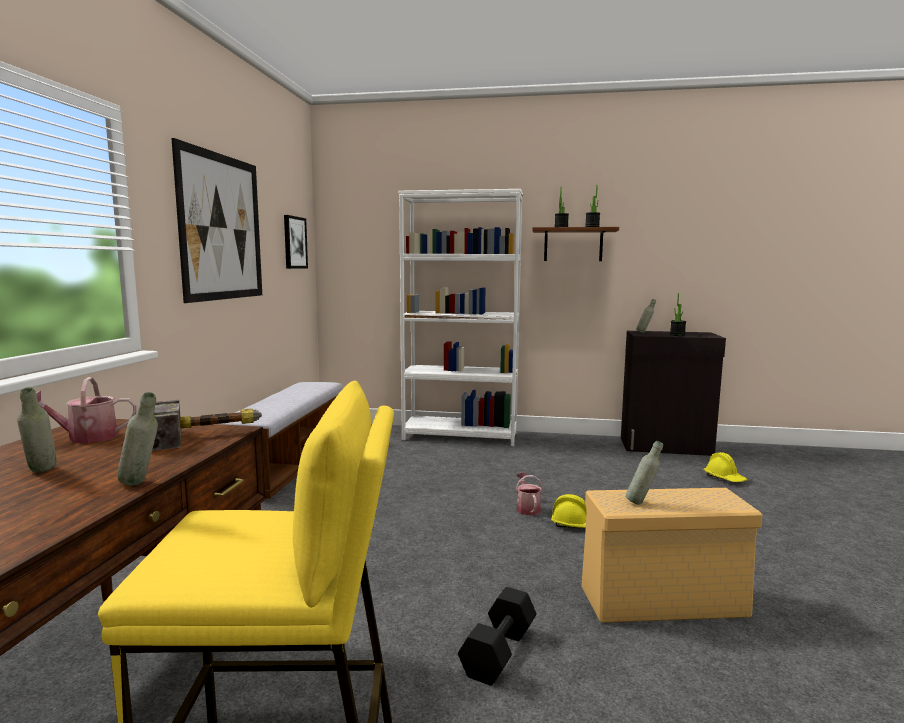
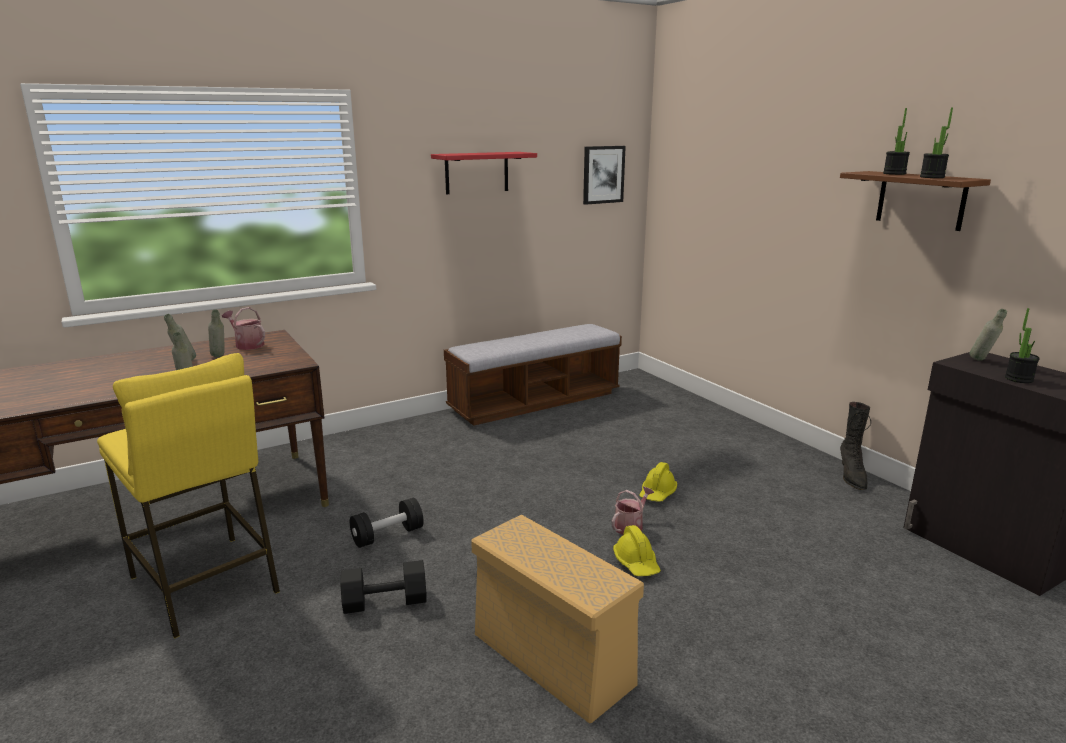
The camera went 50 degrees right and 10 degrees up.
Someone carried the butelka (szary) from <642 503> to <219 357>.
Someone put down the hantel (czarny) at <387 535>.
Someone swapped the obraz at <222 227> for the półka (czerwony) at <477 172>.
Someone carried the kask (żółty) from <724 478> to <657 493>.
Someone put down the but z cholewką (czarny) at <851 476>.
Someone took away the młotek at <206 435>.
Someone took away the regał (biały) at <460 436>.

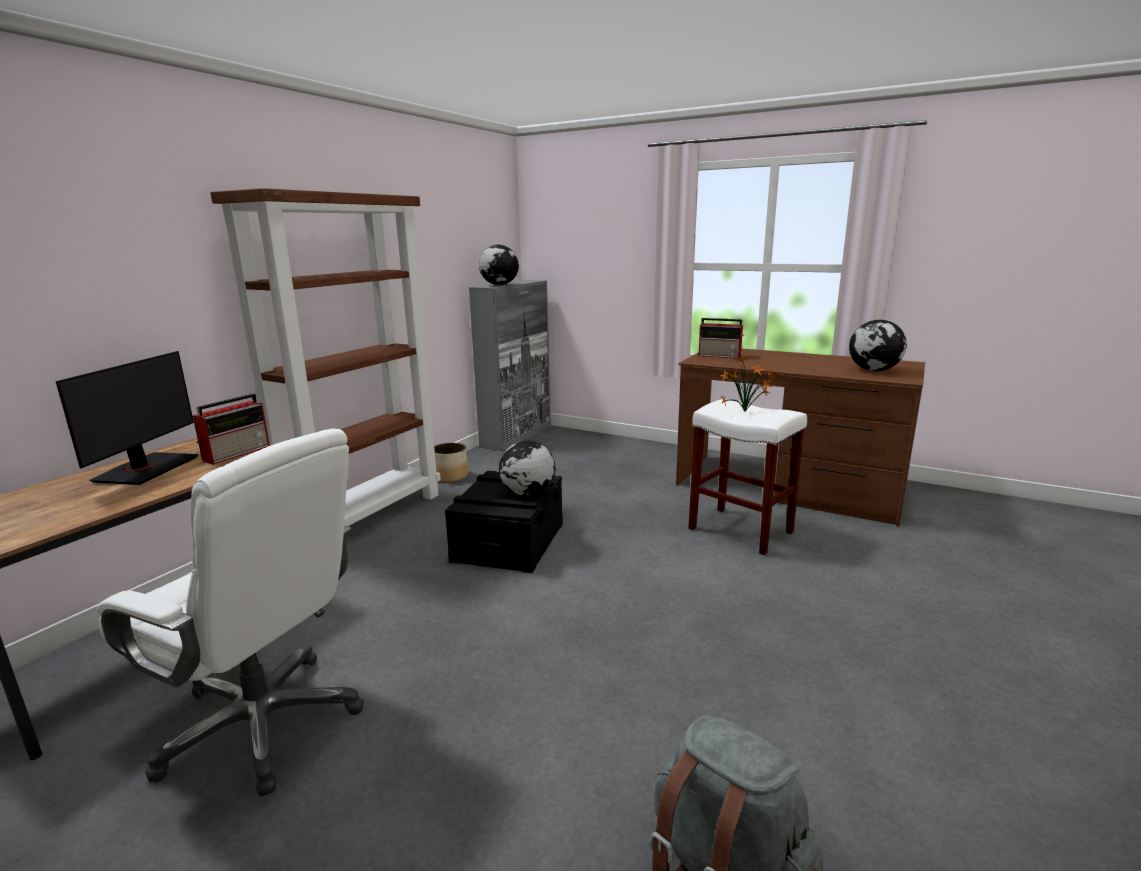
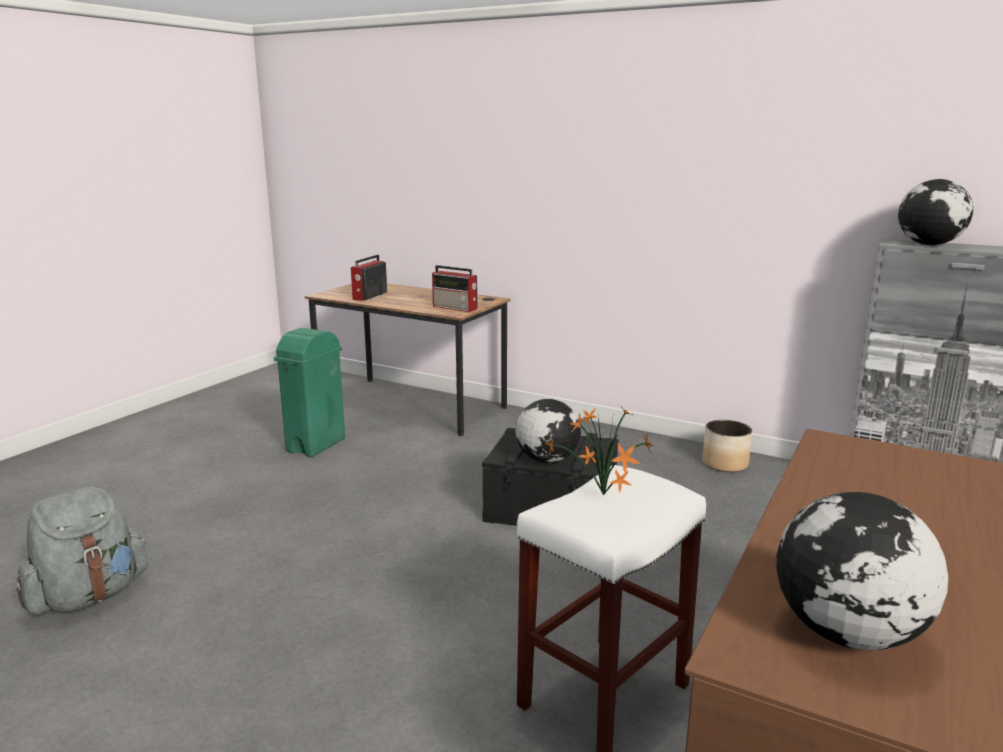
The camera went 90 degrees right and 0 degrees up.
Someone swapped the krzesło biurowe (biały) at <264 723> for the kosz na śmieci (zielony) at <315 445>.
Someone carried the radio from <720 356> to <369 296>.
Someone took away the monitor at <146 469>.
Someone took away the regał (brązowy) at <367 517>.

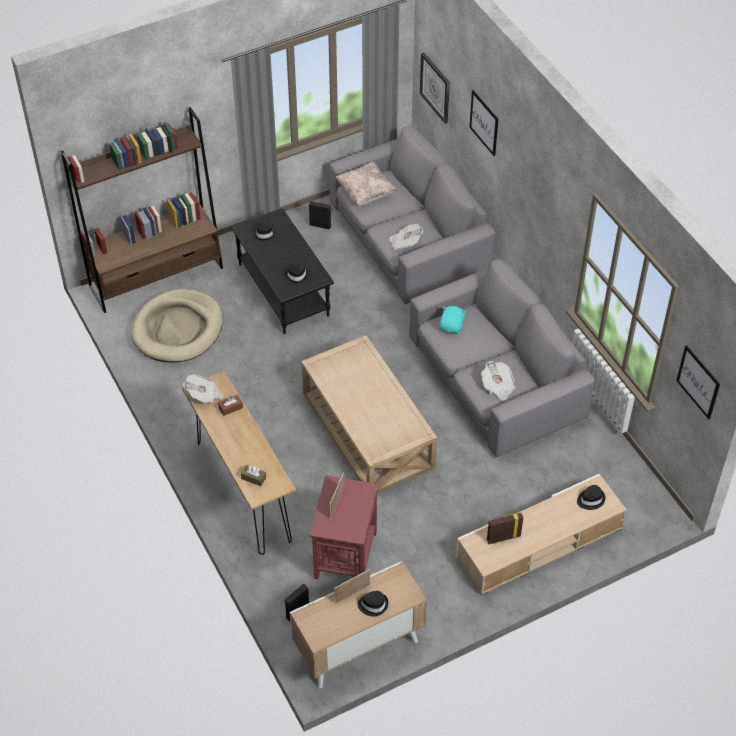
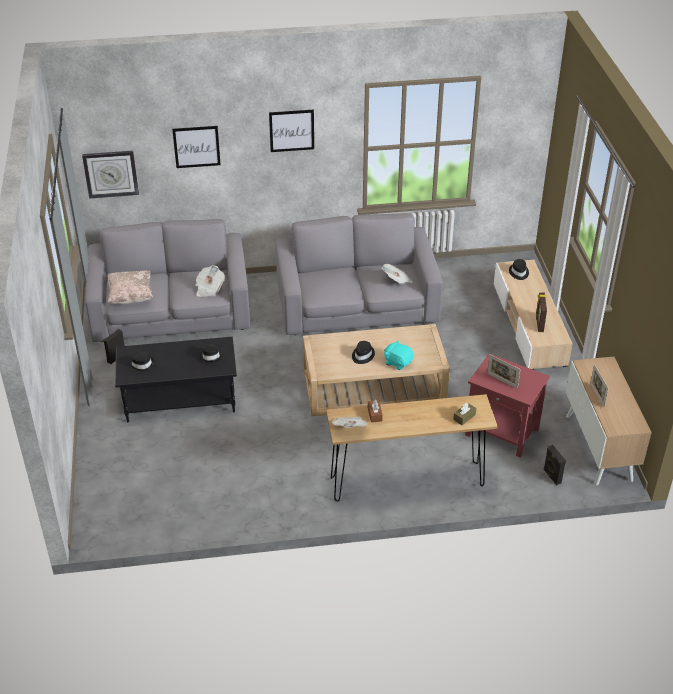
The camera went 70 degrees left and 10 degrees down.
Someone carried the obraz from <698 382> to <291 130>.
Someone carried the kapelusz (czarny) from <373 604> to <362 355>.
Someone carried the pluszak (turkusowy) from <452 326> to <398 362>.
Someone took away the regał (brązowy) at <157 277>.
Someone took away the legowisko (beżowy) at <178 329>.

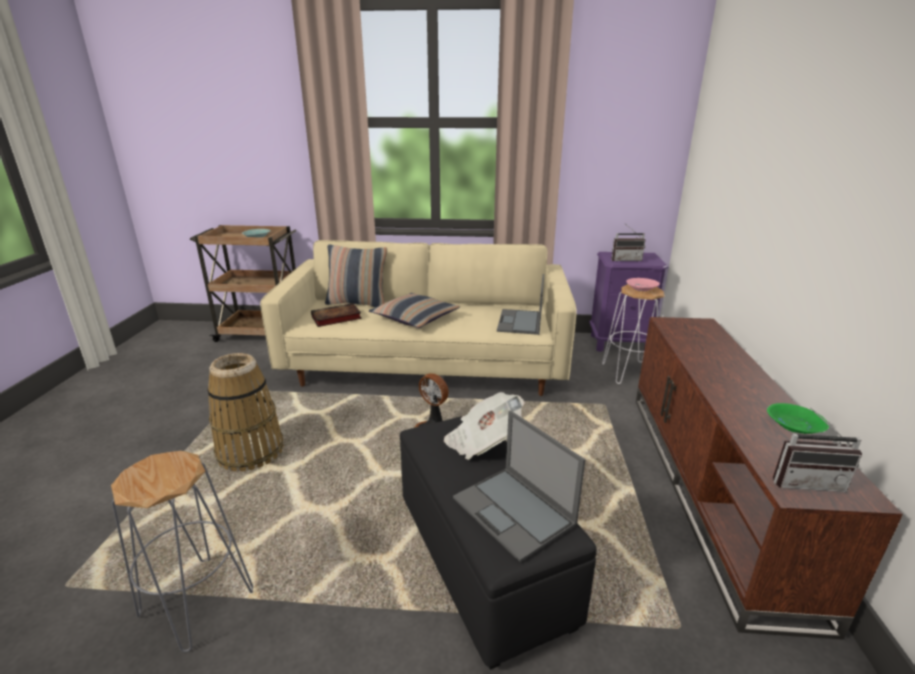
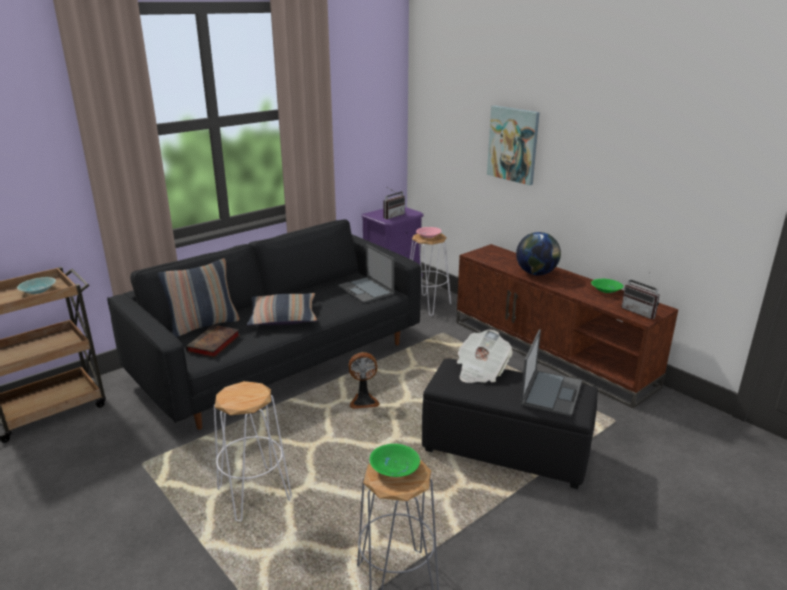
The camera went 45 degrees left and 0 degrees up.
Someone repainted the kanapa (beżowy) at <427 363>, which became the kanapa (czarny) at <280 360>.
Someone swapped the koszyk at <250 452> for the stołek (biały) at <254 494>.
Someone put down the miska (zielony) at <394 467>.
Someone put up the obraz at <513 144>.
Someone put down the globus at <536 273>.
Someone rotated the laptop at <514 511> by 75 degrees counterclockwise.
Someone rotated the radio at <805 481> by 90 degrees clockwise.

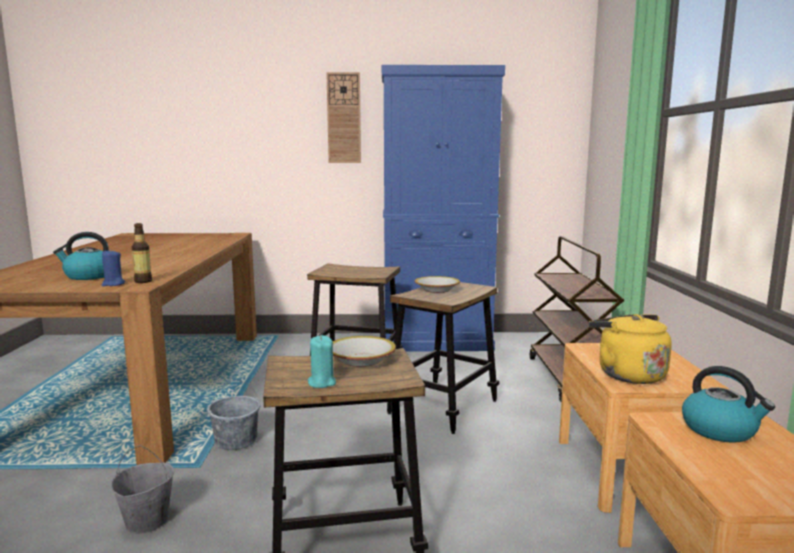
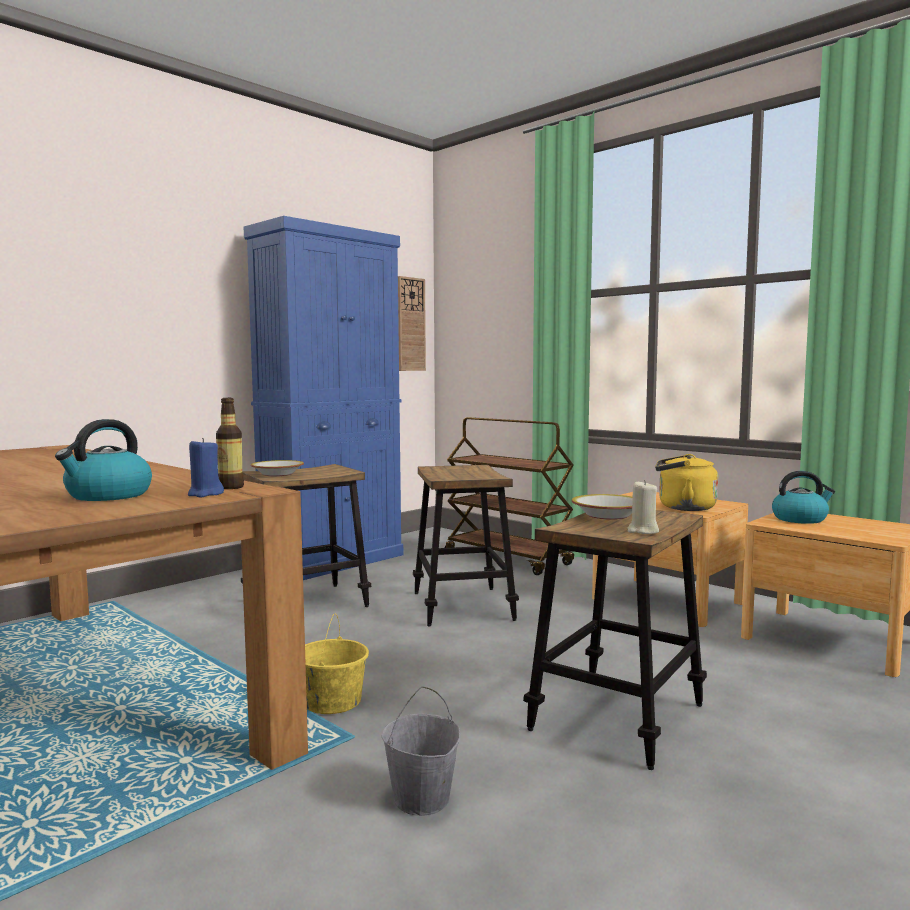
The camera went 45 degrees left and 5 degrees down.
Someone carried the miska from <436 290> to <277 474>.
Someone repainted the wiadro (szary) at <236 440>, which became the wiadro (żółty) at <332 701>.
Someone carried the zegar ścienny from <344 118> to <411 324>.
Someone repainted the świeca (turkusowy) at <321 383>, which became the świeca (beżowy) at <643 531>.

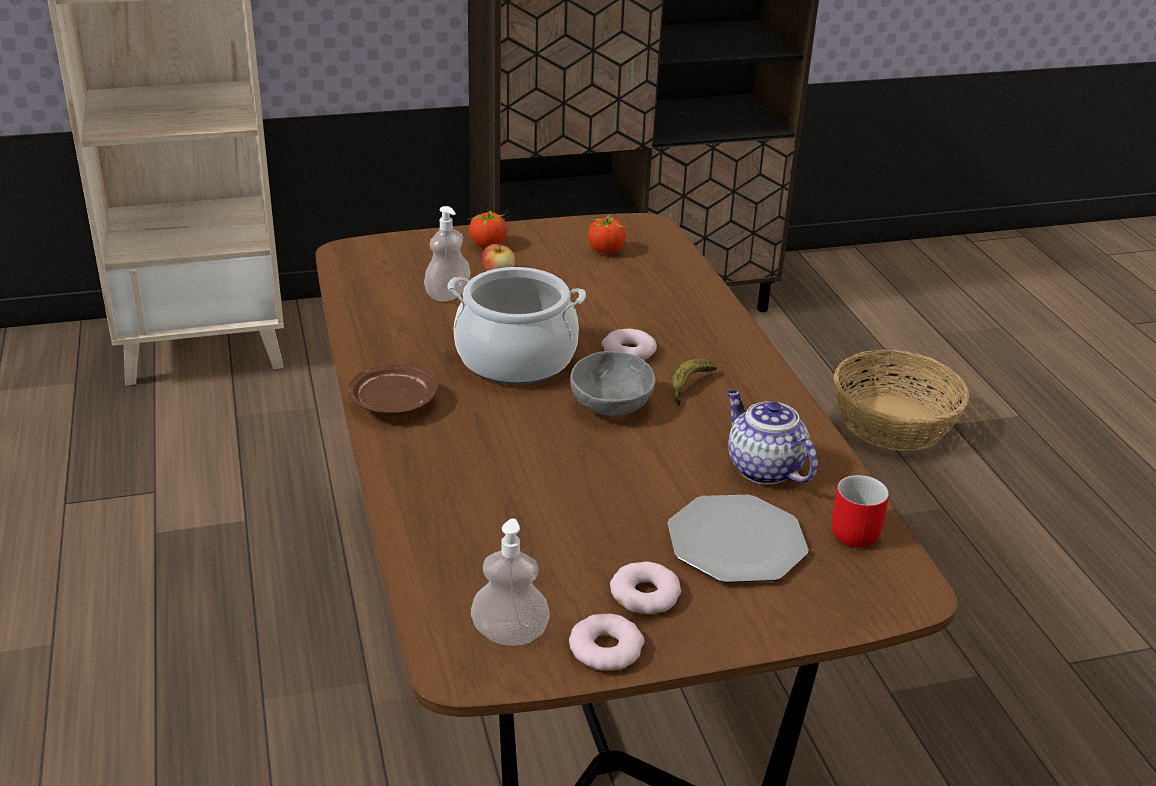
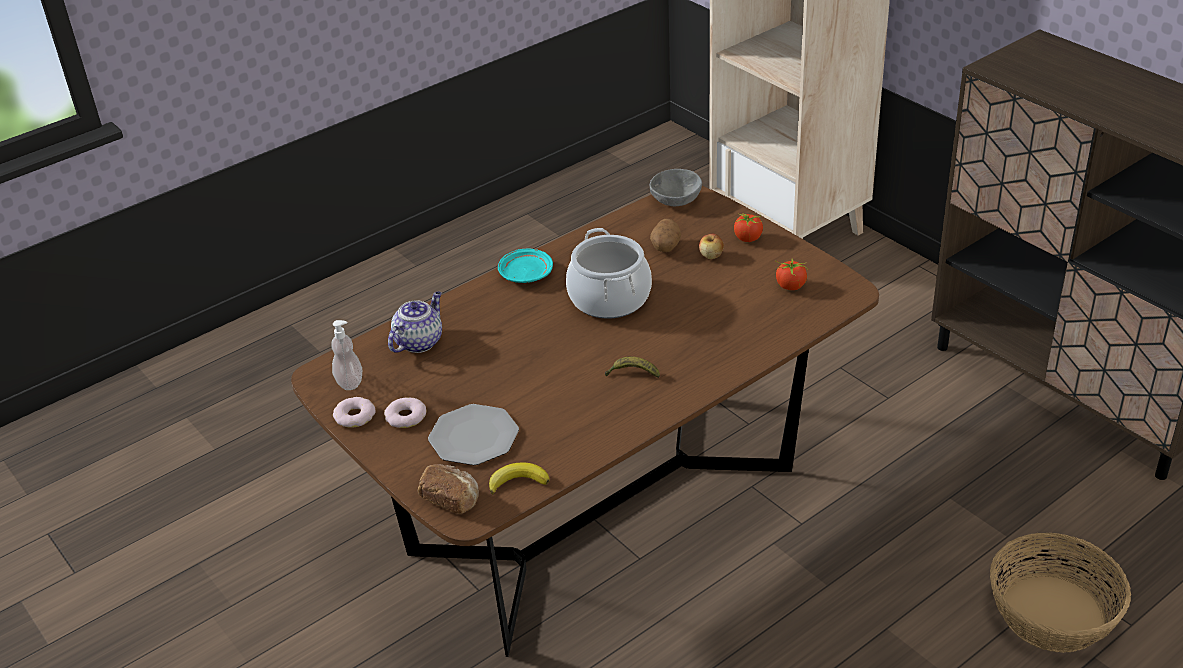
The camera went 70 degrees right and 5 degrees up.
Someone carried the imbryk from <762 468> to <419 341>.
Someone put down the chleb at <451 498>.
Someone swapped the kubek (czerwony) at <854 528> for the banan at <518 481>.
Someone repainted the talerz (brązowy) at <392 403>, which became the talerz (turkusowy) at <525 274>.
Someone carried the miska (szary) from <613 405> to <676 201>.
Someone swapped the dozownik mydła at <447 295> for the ziemniak at <665 247>.
Someone took away the donut at <628 351>.

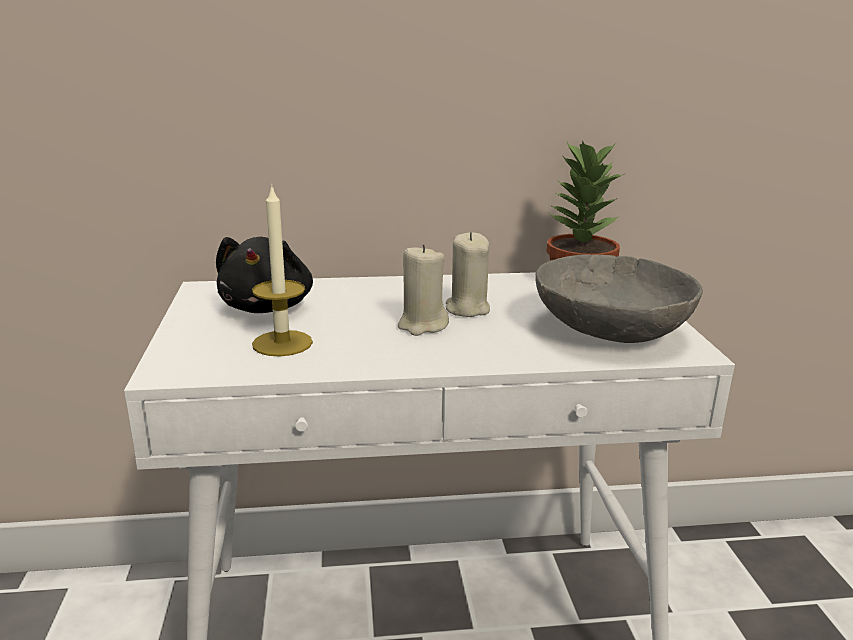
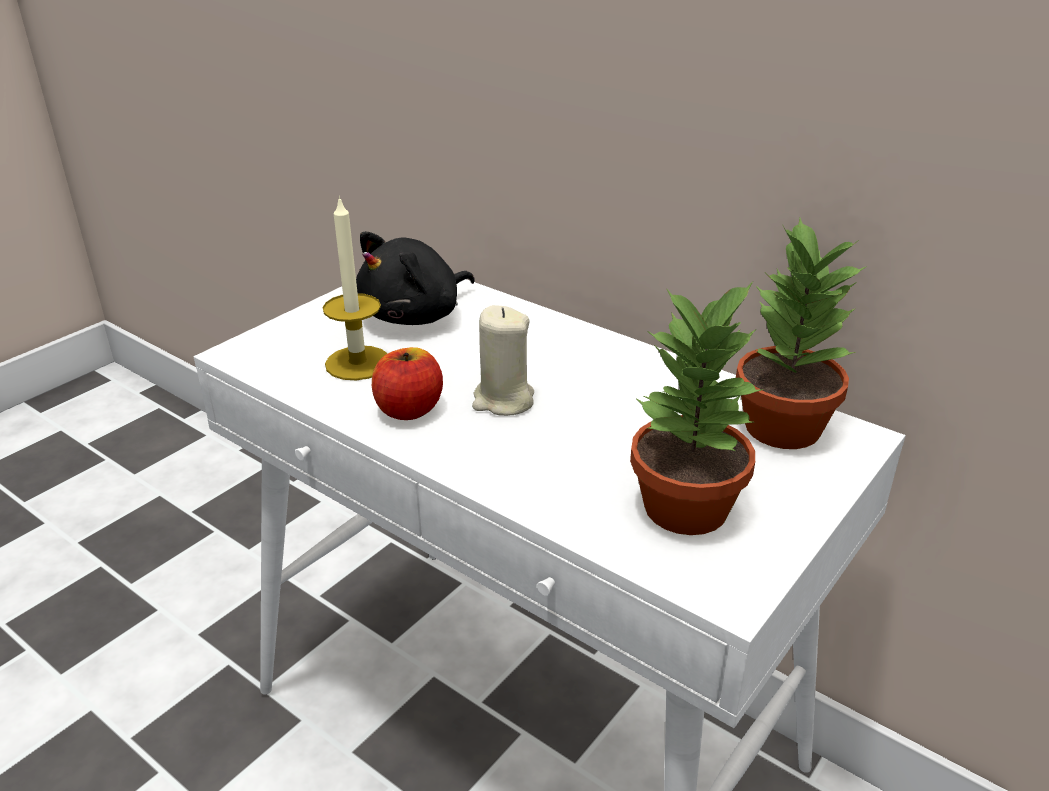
The camera went 45 degrees right and 10 degrees up.
Someone put down the jabłko at <409 409>.
Someone swapped the miska (szary) at <610 330> for the roślina doniczkowa at <688 509>.
Someone took away the świeca (beżowy) at <467 309>.

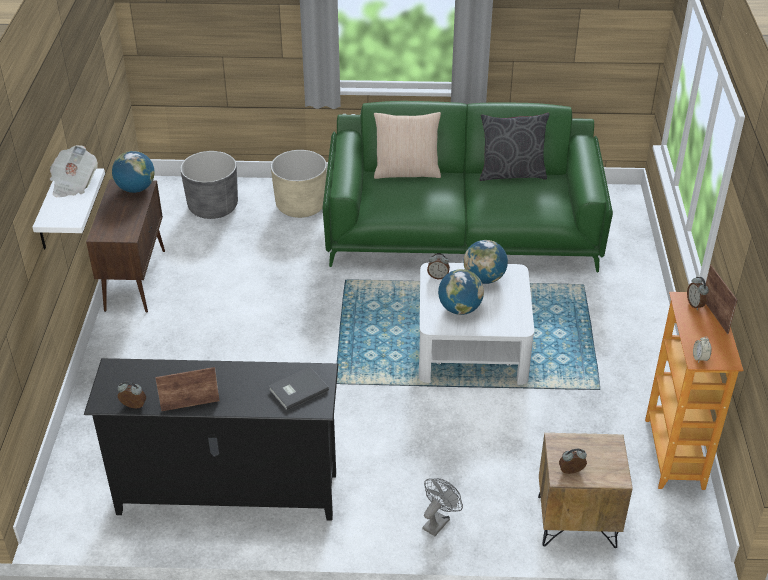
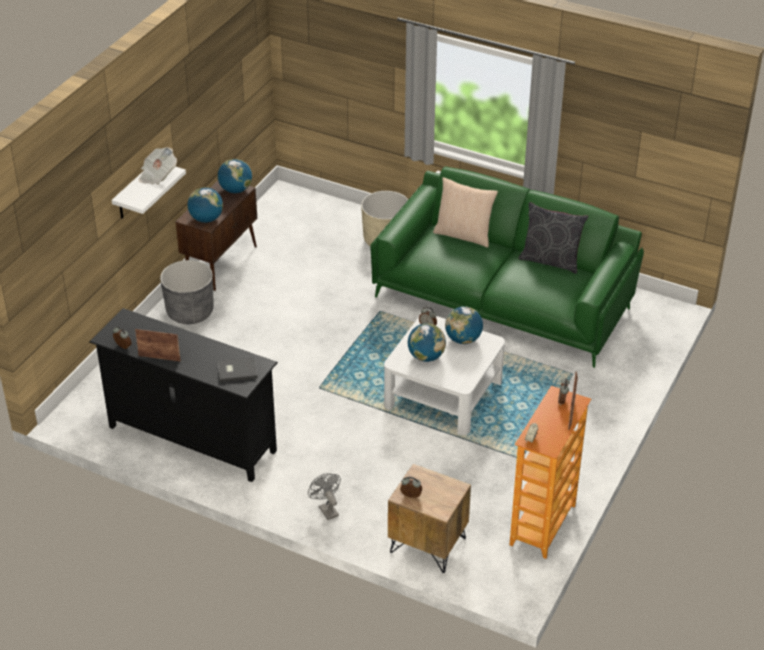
The camera went 25 degrees right and 0 degrees up.
Someone carried the donica (szary) from <213 207> to <190 312>.
Someone put down the globus at <206 219>.
Someone rotated the wentylator (szary) at <438 521> by 90 degrees counterclockwise.

